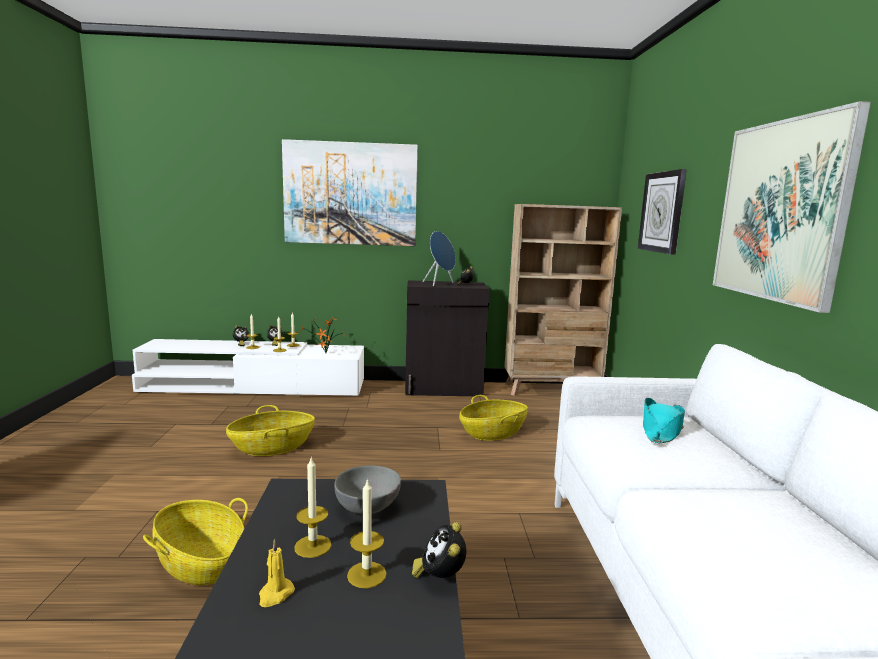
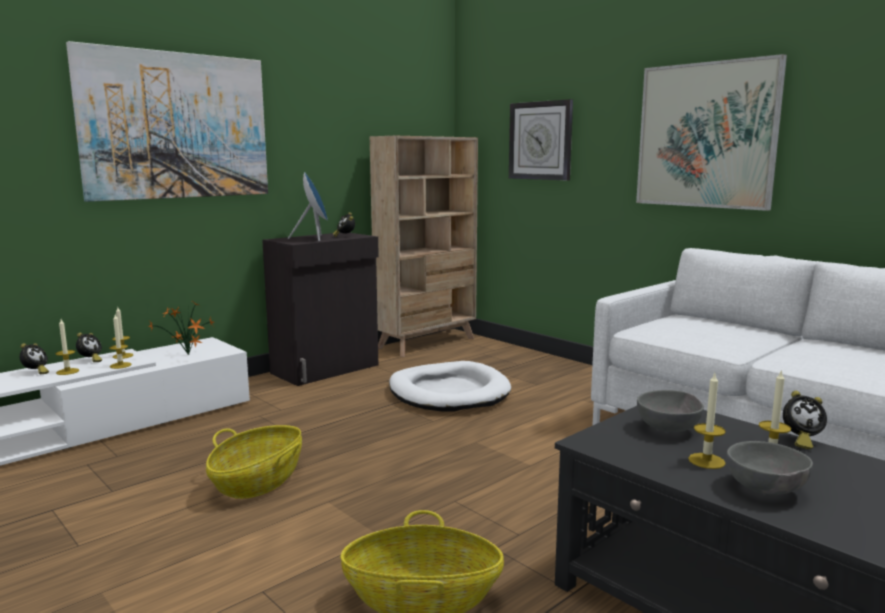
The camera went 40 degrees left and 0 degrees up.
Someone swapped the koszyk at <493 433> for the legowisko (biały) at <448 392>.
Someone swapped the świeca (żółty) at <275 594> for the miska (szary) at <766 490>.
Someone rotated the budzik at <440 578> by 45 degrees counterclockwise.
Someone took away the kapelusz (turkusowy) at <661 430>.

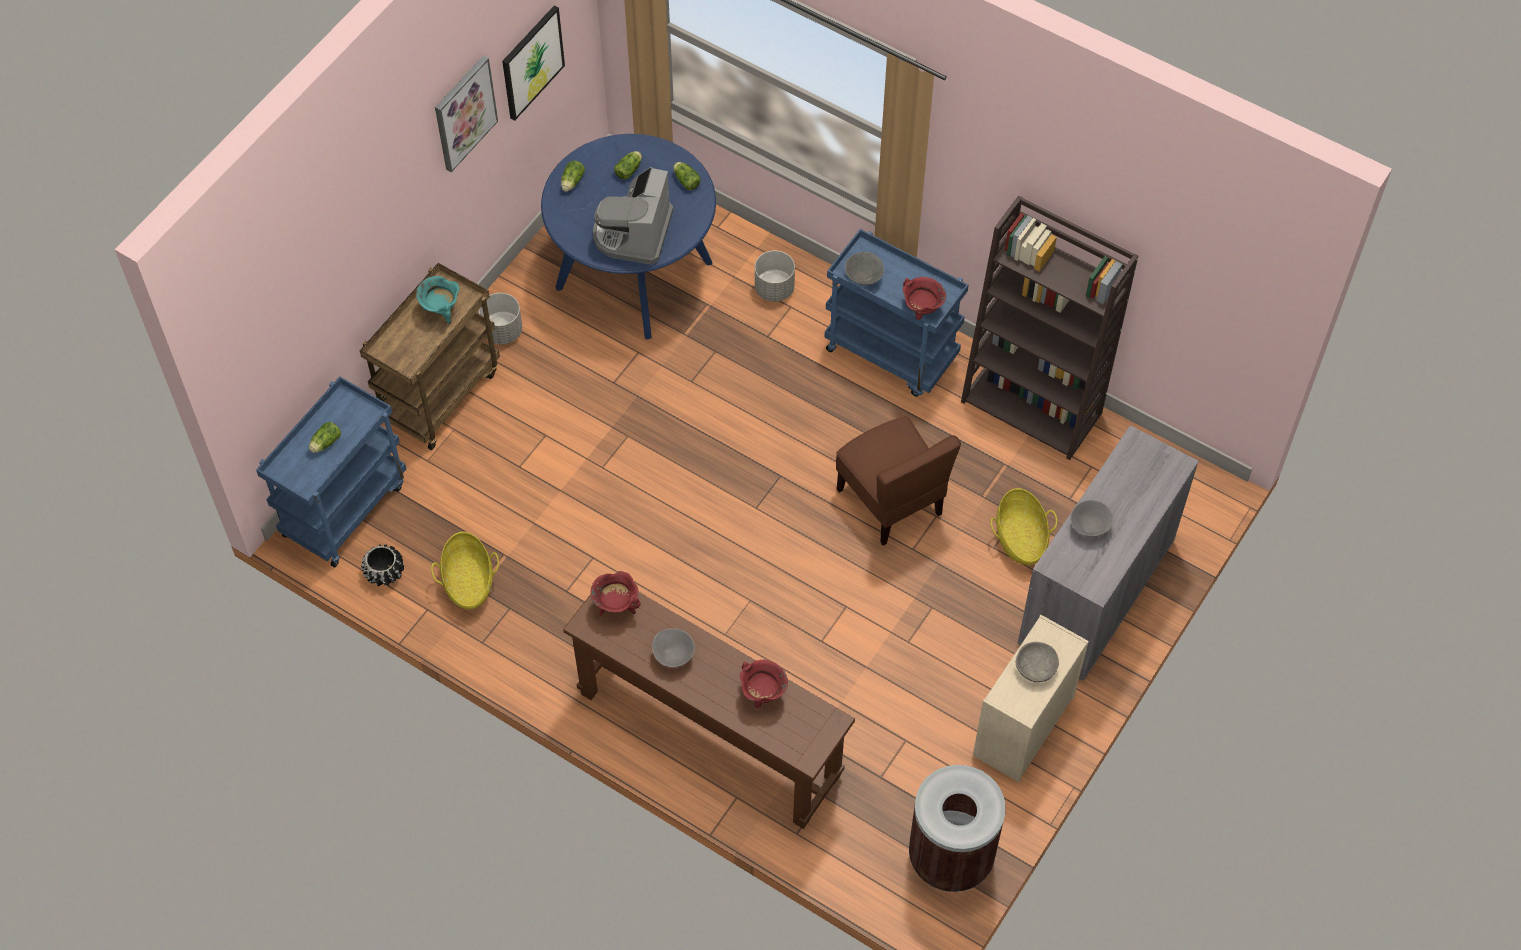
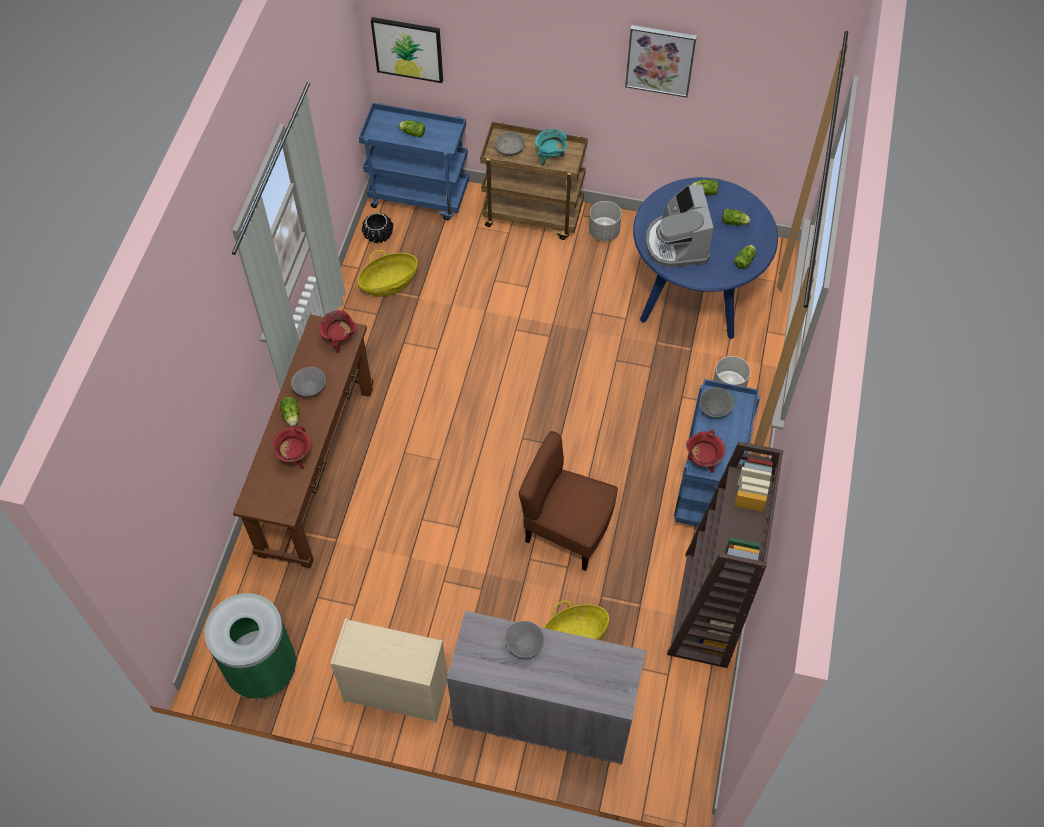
The camera went 70 degrees right and 0 degrees up.
Someone repainted the kosz na śmieci (brązowy) at <950 857>, which became the kosz na śmieci (zielony) at <262 668>.
Someone put down the sałata at <291 416>.
Someone carried the obraz from <532 62> to <408 49>.
Someone carried the miska (szary) from <1036 667> to <510 149>.
Someone rotated the krzesło (brązowy) at <891 501> by 75 degrees clockwise.
Someone rotated the ekspres do kawy at <633 233> by 90 degrees counterclockwise.

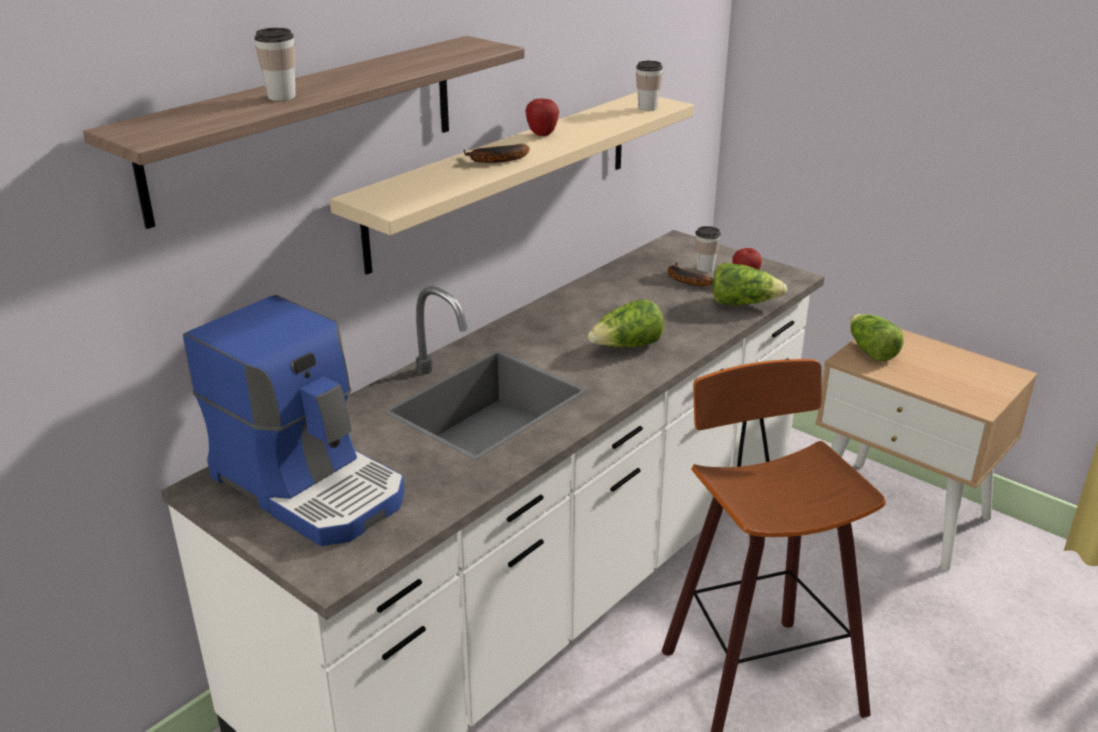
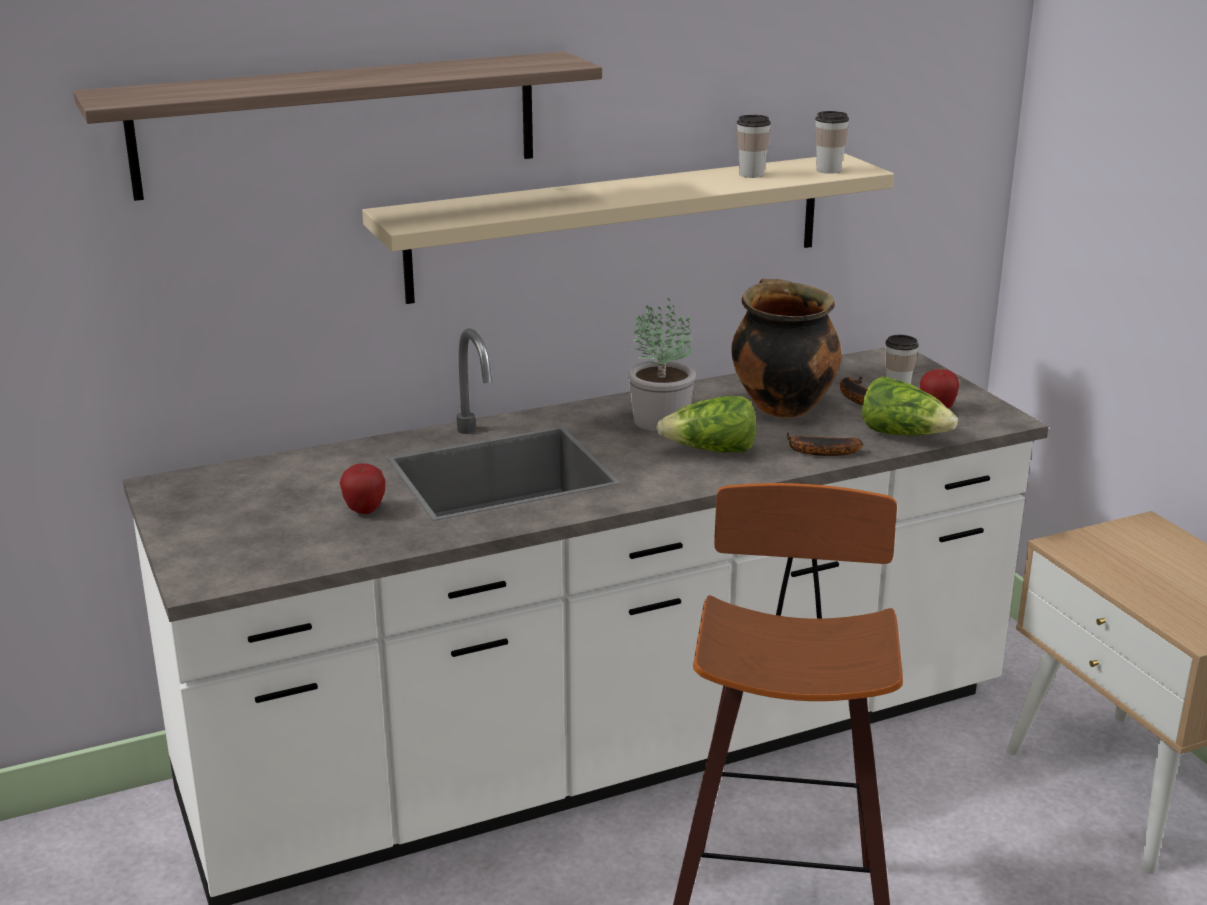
The camera went 25 degrees right and 5 degrees down.
Someone carried the jabłko from <542 134> to <364 510>.
Someone put down the roślina doniczkowa at <660 419>.
Someone put down the garnek at <781 406>.
Someone carried the filiżanka from <281 96> to <751 174>.
Someone carried the banan from <495 160> to <818 452>.
Someone took away the ekspres do kawy at <311 485>.
Someone took away the sałata at <870 351>.

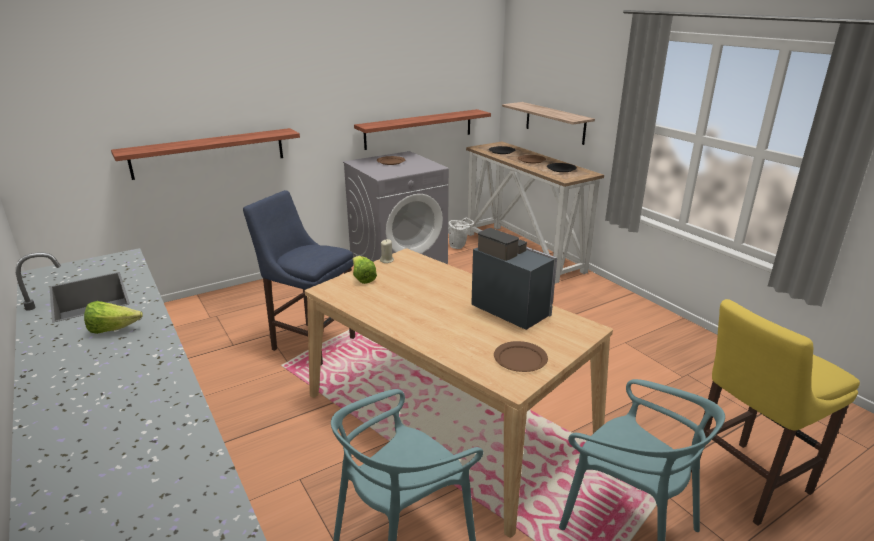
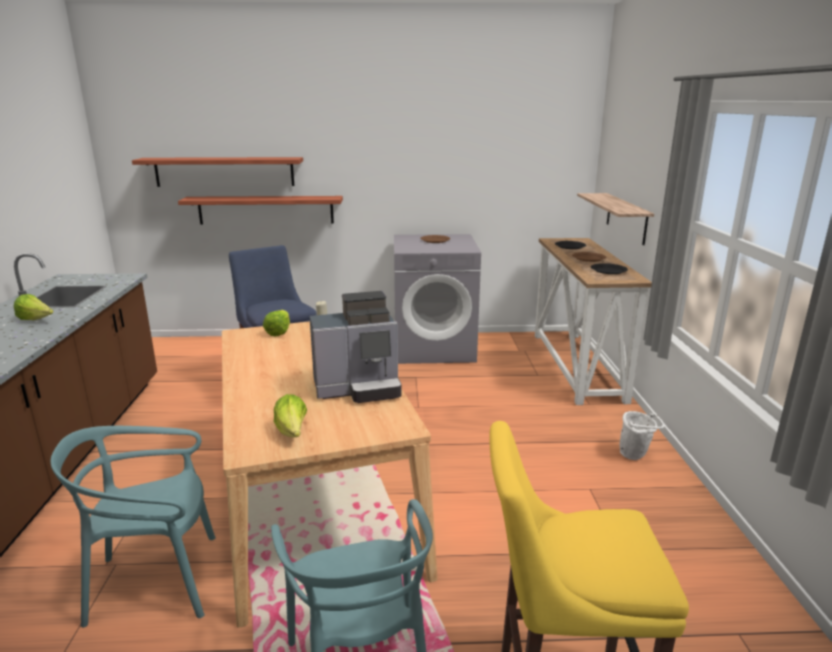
The camera went 30 degrees right and 5 degrees down.
Someone carried the półka from <419 129> to <224 172>.
Someone swapped the talerz (brązowy) at <520 358> for the sałata at <292 432>.
Someone rotated the ekspres do kawy at <510 309> by 90 degrees clockwise.
Someone carried the wiadro (biały) from <459 247> to <636 456>.

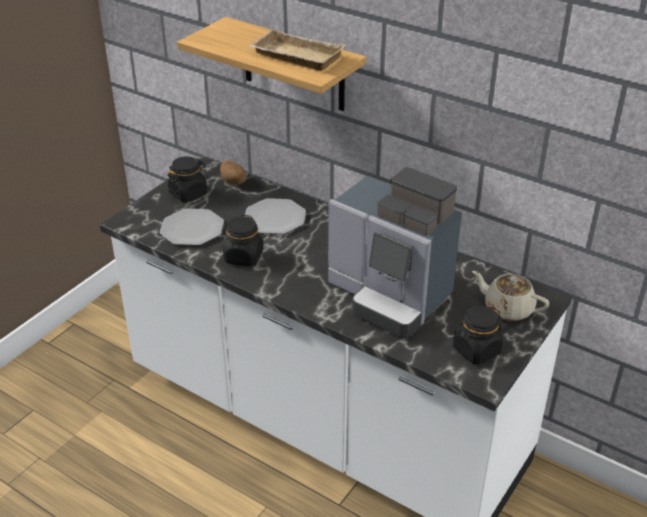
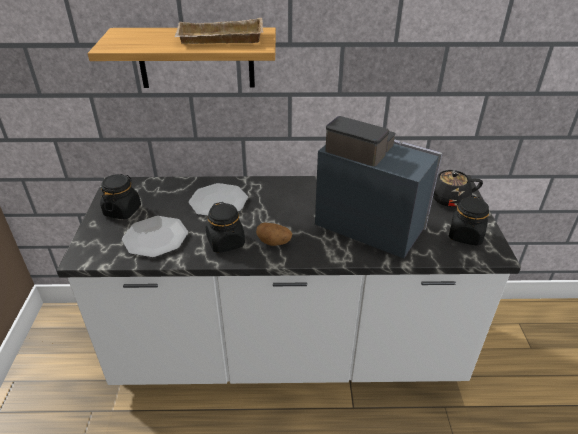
The camera went 35 degrees left and 0 degrees up.
Someone carried the ziemniak from <234 182> to <274 242>.
Someone rotated the ekspres do kawy at <390 296> by 150 degrees counterclockwise.
Someone repainted the imbryk (beżowy) at <507 308>, which became the imbryk (czarny) at <447 198>.

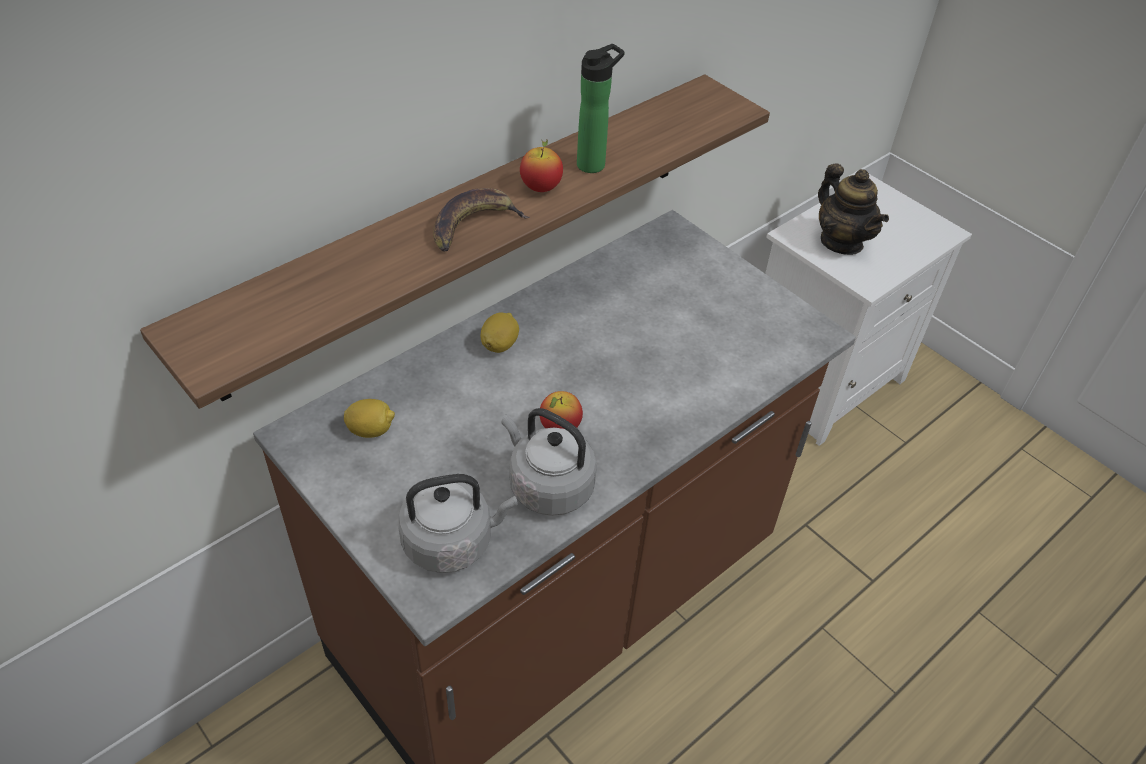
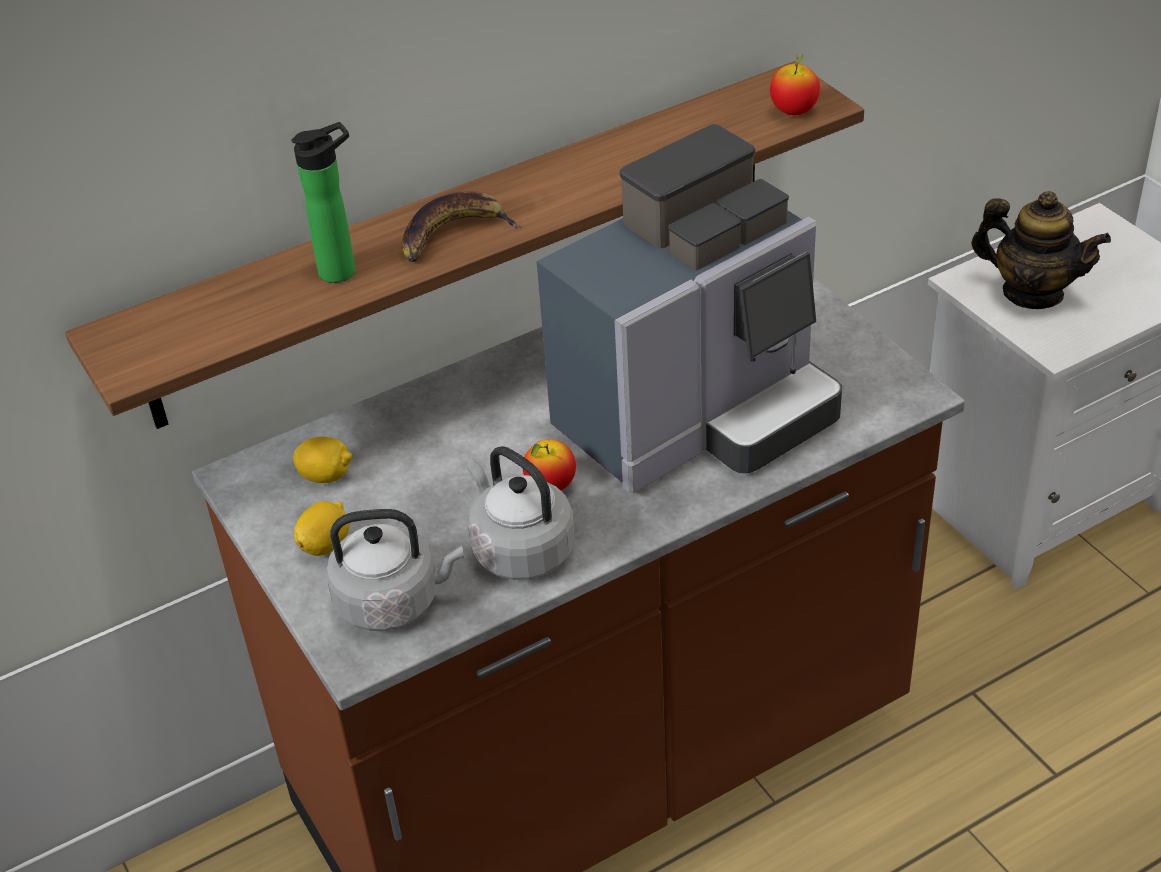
The camera went 15 degrees right and 5 degrees down.
Someone carried the butelka from <594 163> to <343 270>.
Someone carried the cytryna from <500 344> to <325 544>.
Someone put down the ekspres do kawy at <698 417>.
Someone carried the jabłko from <541 188> to <794 111>.
Someone rotated the imbryk at <841 242> by 45 degrees counterclockwise.

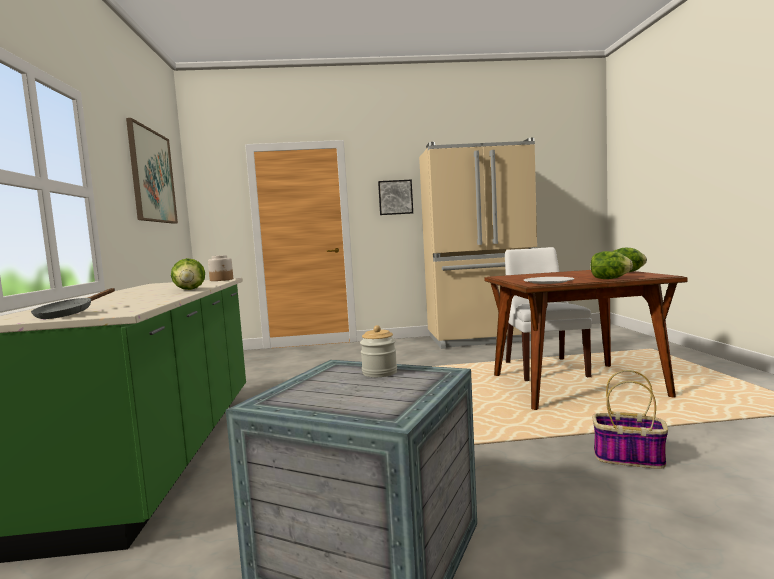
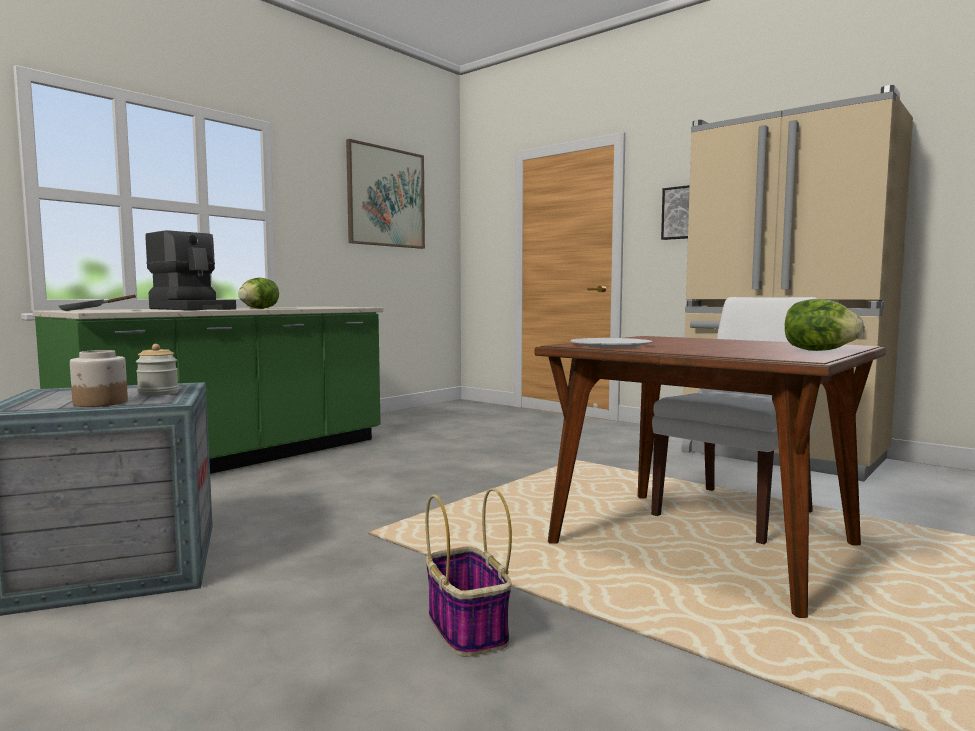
The camera went 45 degrees right and 0 degrees up.
Someone carried the słoik from <222 280> to <100 403>.
Someone put down the ekspres do kawy at <192 309>.
Someone took away the sałata at <609 279>.

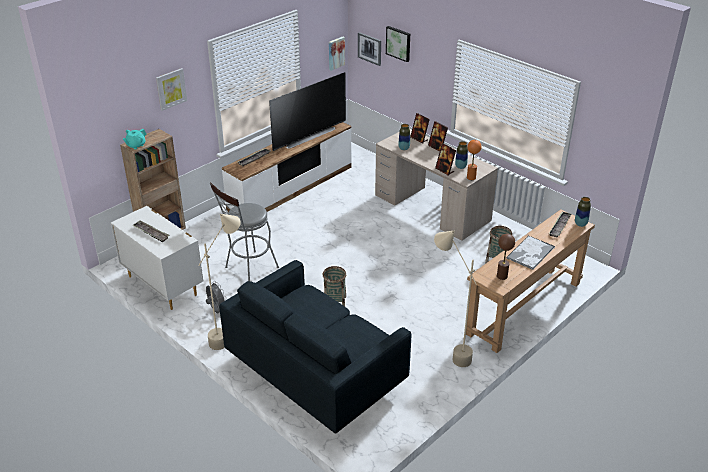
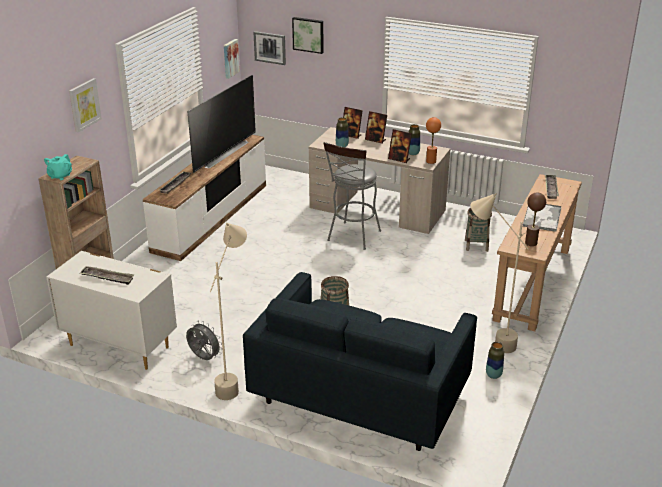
The camera went 20 degrees left and 5 degrees down.
Someone carried the stołek (szary) from <248 269> to <352 238>.
Someone carried the wazon from <580 224> to <493 375>.

